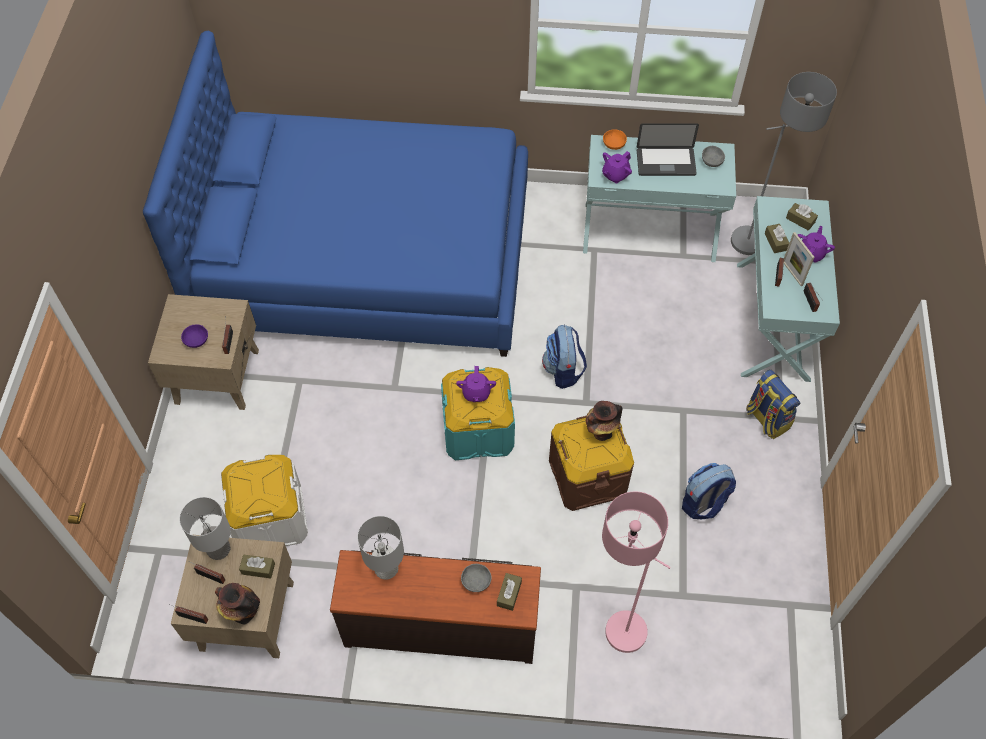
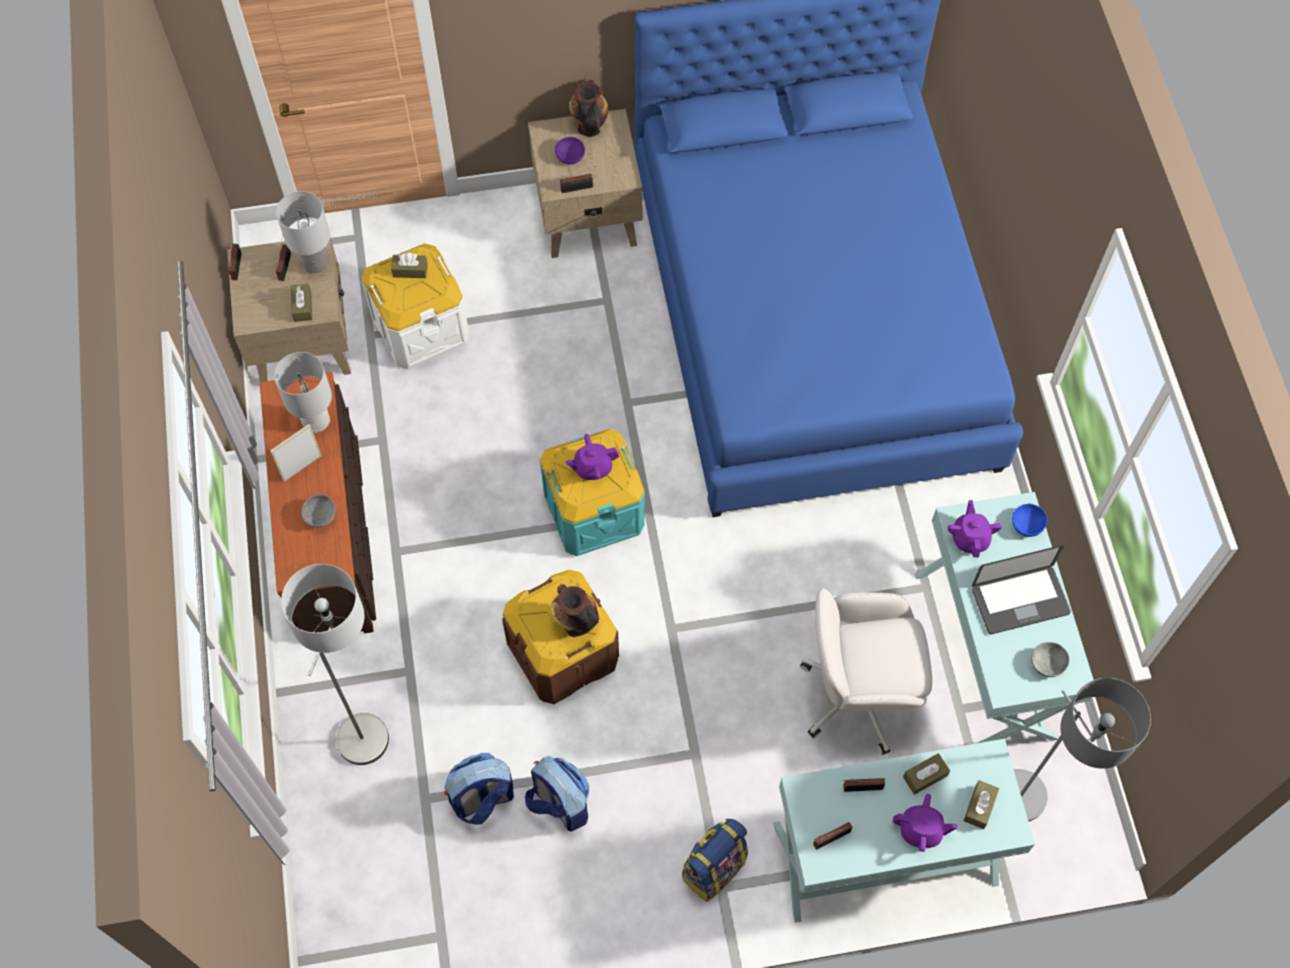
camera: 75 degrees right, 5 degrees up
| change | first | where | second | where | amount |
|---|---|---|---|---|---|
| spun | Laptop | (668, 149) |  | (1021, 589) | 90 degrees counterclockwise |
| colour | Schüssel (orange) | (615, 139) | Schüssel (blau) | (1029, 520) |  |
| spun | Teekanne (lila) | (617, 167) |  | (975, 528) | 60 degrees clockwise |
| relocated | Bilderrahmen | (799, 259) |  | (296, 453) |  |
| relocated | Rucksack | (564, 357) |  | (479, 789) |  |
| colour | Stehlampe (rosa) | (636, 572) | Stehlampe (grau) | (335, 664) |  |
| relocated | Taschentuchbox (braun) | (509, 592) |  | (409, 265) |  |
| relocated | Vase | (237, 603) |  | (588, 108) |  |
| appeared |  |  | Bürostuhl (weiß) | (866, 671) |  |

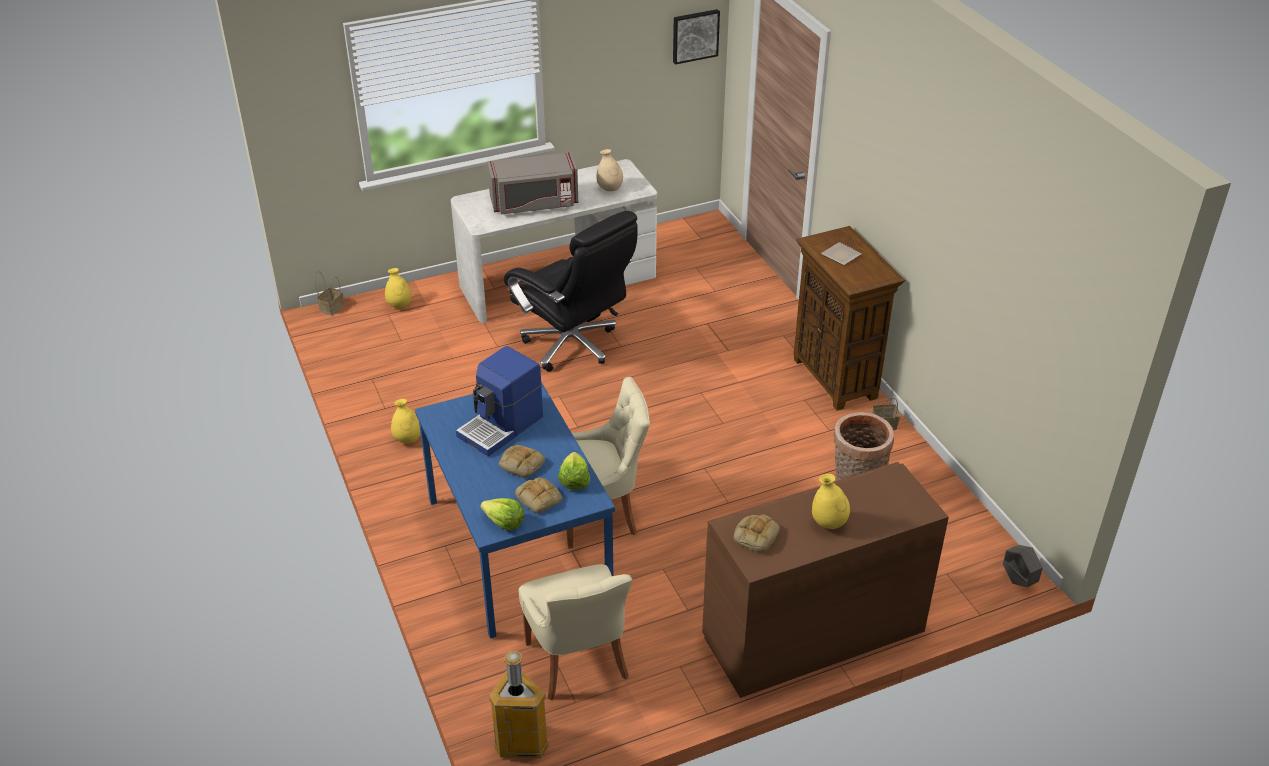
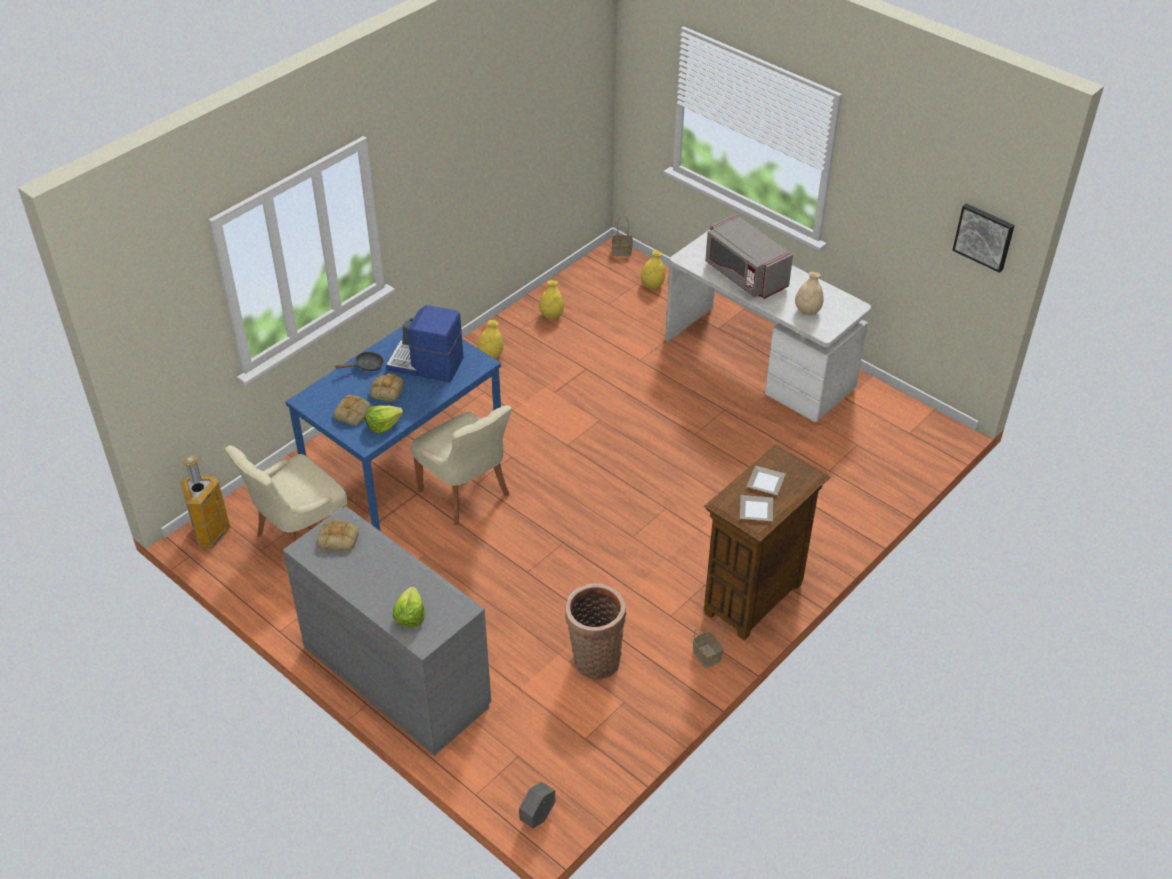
camera: 65 degrees right, 5 degrees up
| change | first | where | second | where | amount |
|---|---|---|---|---|---|
| missing | Bürostuhl (schwarz) | (571, 291) |  |  |  |
| colour | Schrank (braun) | (825, 580) | Schrank (grau) | (387, 631) |  |
| relocated | Vase (gelb) | (831, 501) |  | (551, 299) |  |
| relocated | Salatkopf | (502, 514) |  | (408, 606) |  |
| appeared |  |  | Pfanne (schwarz) | (359, 361) |  |
| appeared |  |  | Teller | (756, 508) |  |

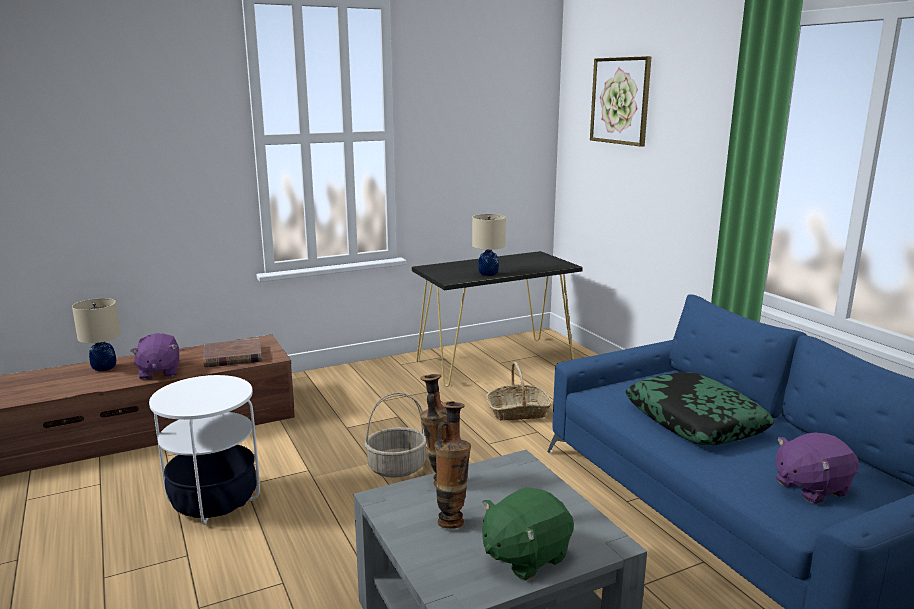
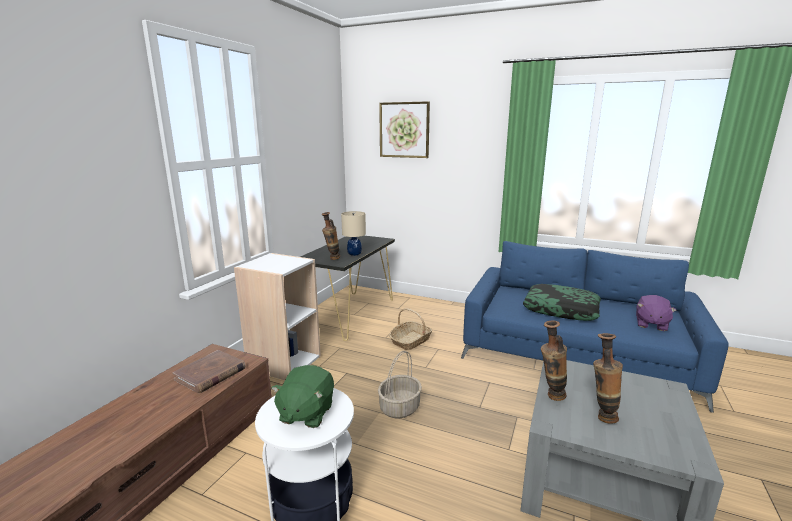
camera: 40 degrees left, 0 degrees up
| change | first | where | second | where | amount |
|---|---|---|---|---|---|
| missing | Tischlampe (beige) | (96, 334) |  |  |  |
| missing | Plüschtier (lila) | (154, 356) |  |  |  |
| relocated | Plüschtier (grün) | (528, 533) |  | (302, 396) |  |
| appeared |  |  | Vase | (331, 236) |  |
| appeared |  |  | Bücherregal | (277, 316) |  |

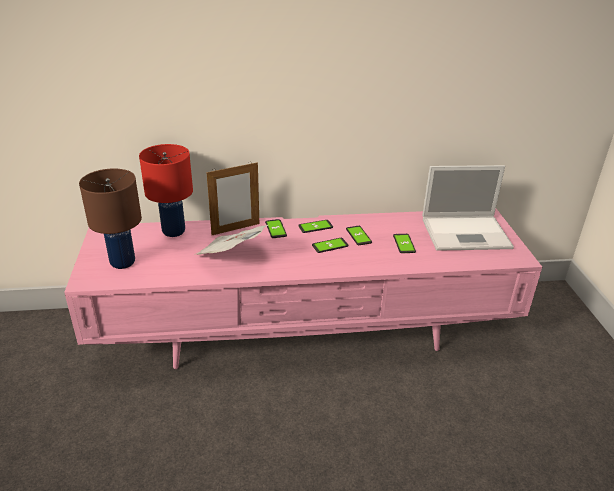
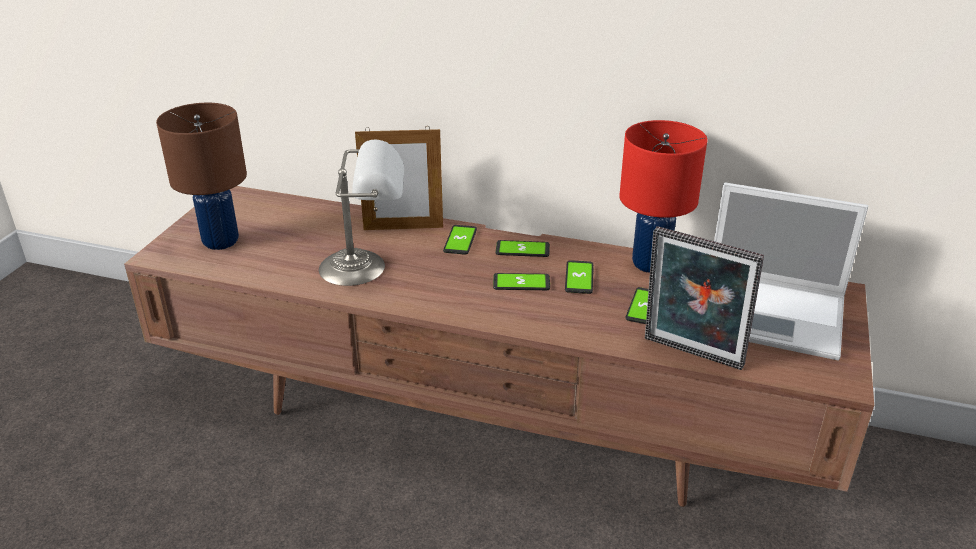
camera: 25 degrees right, 0 degrees up
| change | first | where | second | where | amount |
|---|---|---|---|---|---|
| relocated | Tischlampe (rot) | (166, 190) |  | (663, 196) |  |
| colour | Fernsehschrank (rosa) | (303, 289) | Fernsehschrank (braun) | (499, 346) |  |
| exchanged | Zeitung | (231, 240) | Tischlampe (weiß) | (361, 212) |  |
| appeared |  |  | Bilderrahmen | (704, 298) |  |

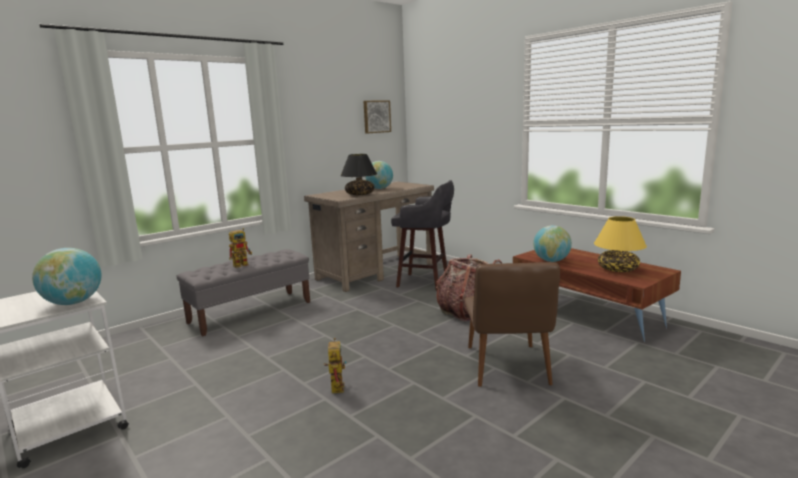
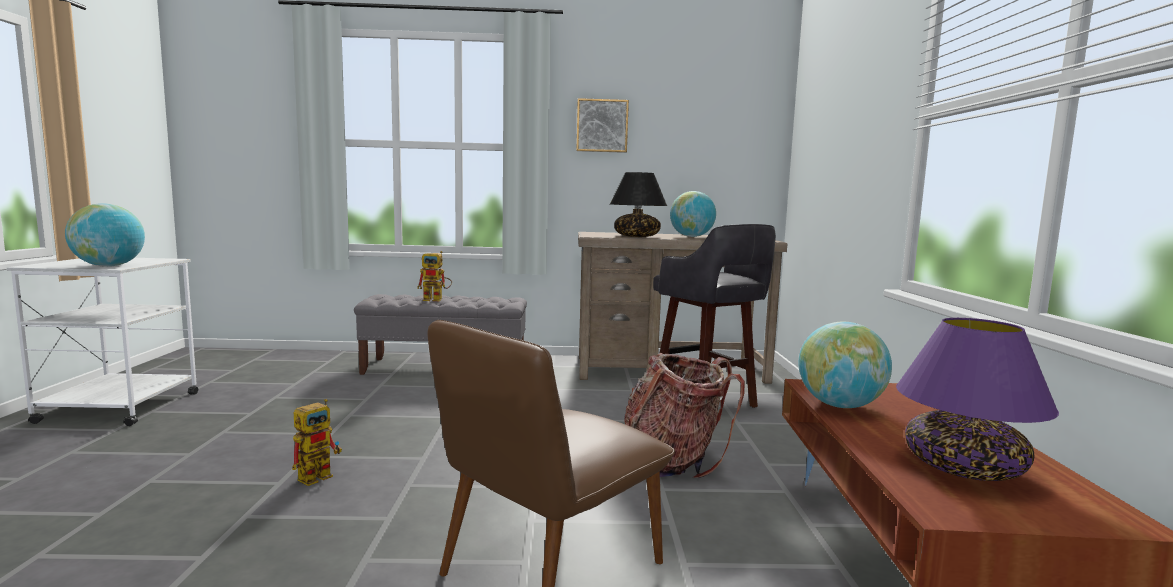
camera: 40 degrees right, 5 degrees down
| change | first | where | second | where | amount |
|---|---|---|---|---|---|
| relocated | Bild | (377, 117) |  | (602, 125) |  |
| colour | Tischlampe (gelb) | (620, 244) | Tischlampe (lila) | (977, 399) |  |

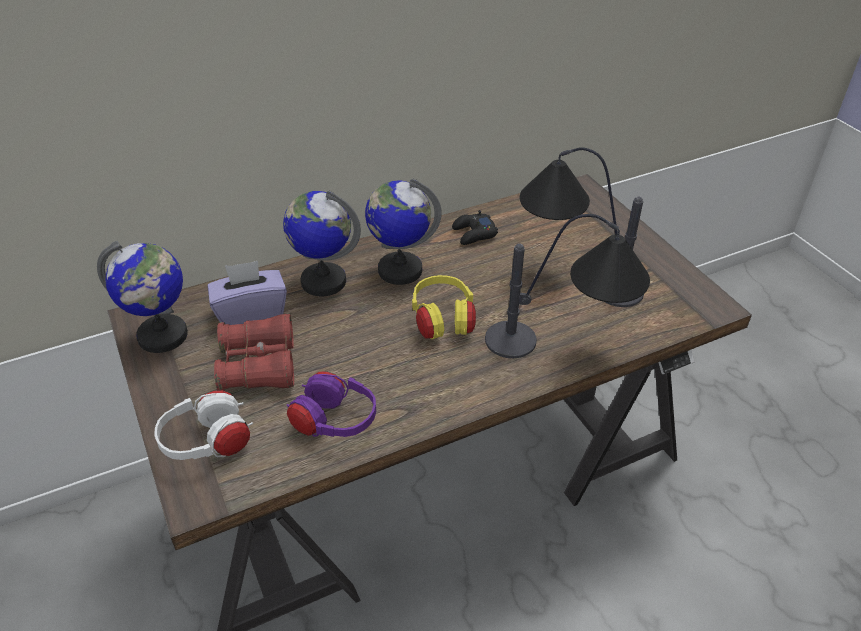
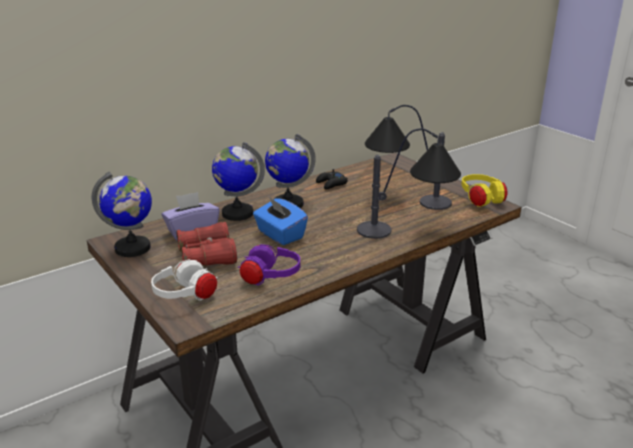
camera: 10 degrees left, 15 degrees down
| change | first | where | second | where | amount |
|---|---|---|---|---|---|
| relocated | Kopfhörer (gelb) | (444, 307) |  | (484, 190) |  |
| appeared |  |  | Taschentuchbox (blau) | (280, 221) |  |

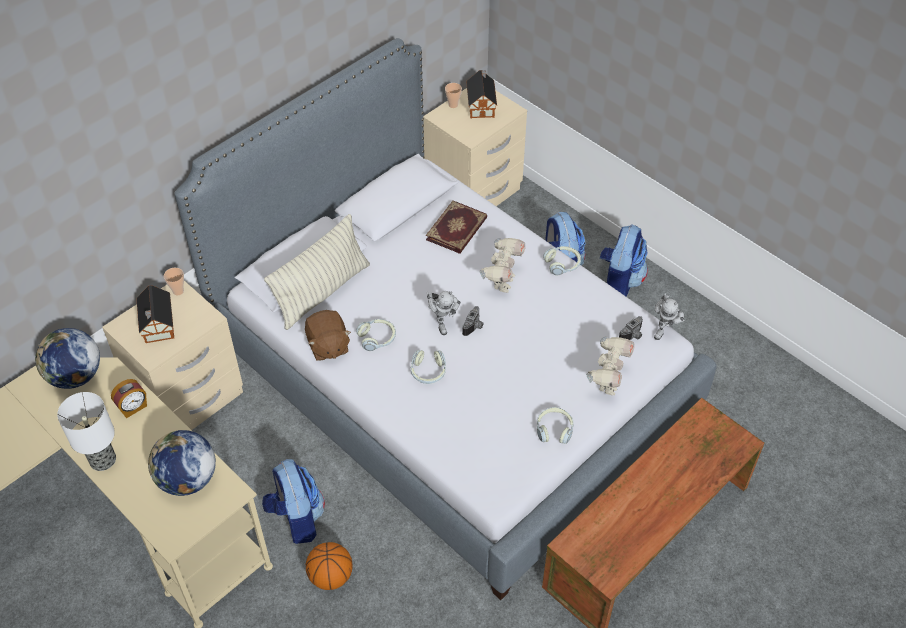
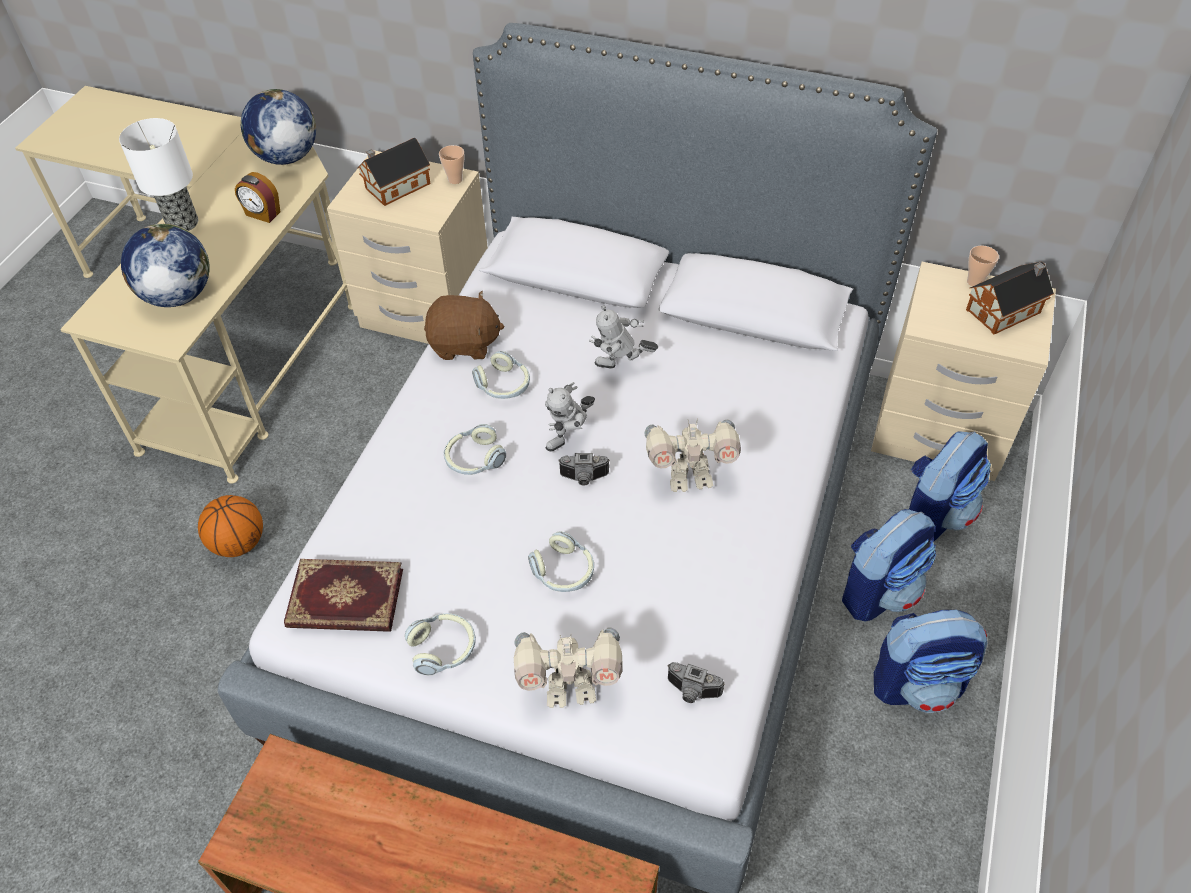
camera: 65 degrees right, 0 degrees up
| change | first | where | second | where | amount |
|---|---|---|---|---|---|
| relocated | Buch | (456, 227) |  | (343, 595) |  |
| missing | Kissen | (317, 272) |  |  |  |
| relocated | Kopfhörer | (562, 261) |  | (561, 561) |  |
| relocated | Spielzeugroboter | (669, 316) |  | (623, 336) |  |
| spun | Plüschtier (braun) | (328, 335) |  | (464, 325) | 135 degrees counterclockwise |
| relocated | Rucksack | (293, 501) |  | (950, 486) |  |

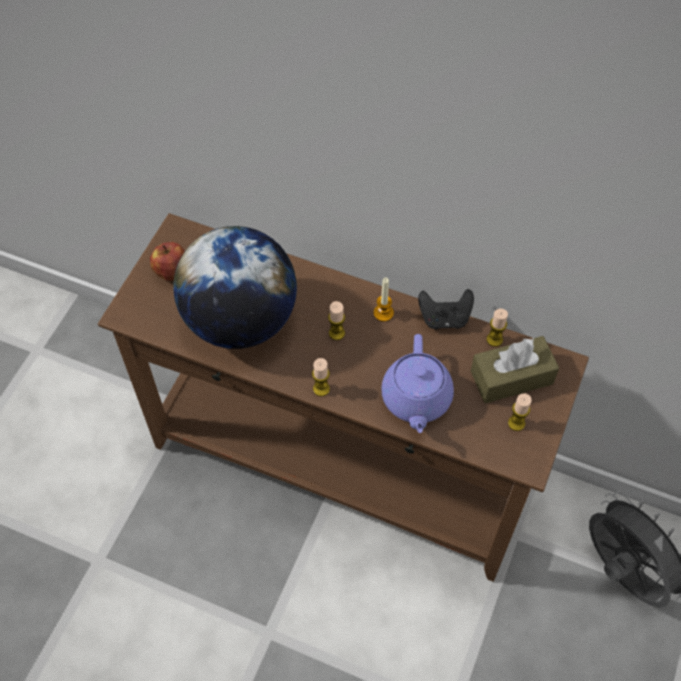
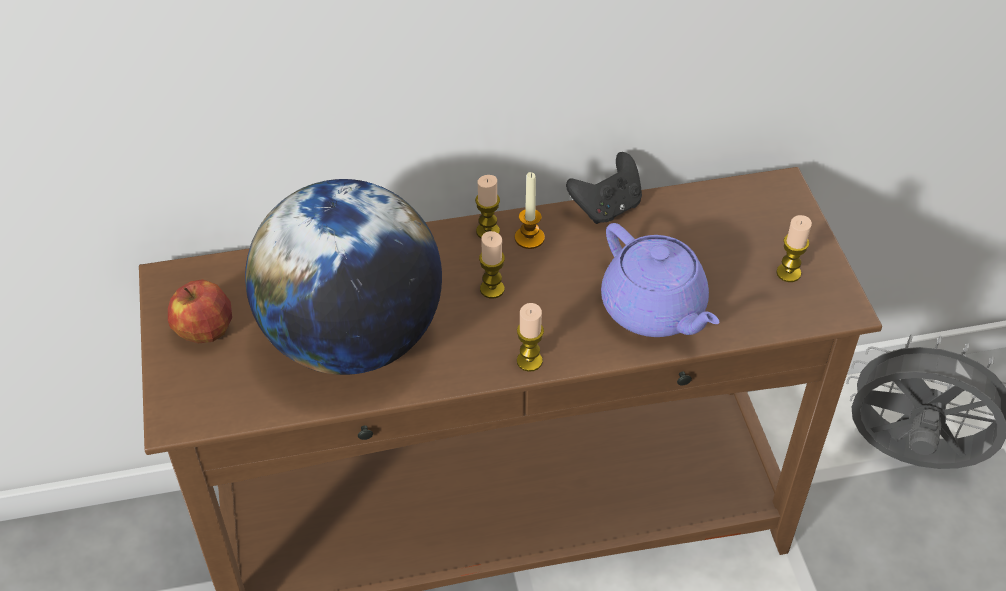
camera: 35 degrees left, 10 degrees down
| change | first | where | second | where | amount |
|---|---|---|---|---|---|
| relocated | Kerze | (497, 328) |  | (487, 207) |  |
| missing | Taschentuchbox (braun) | (515, 370) |  |  |  |

